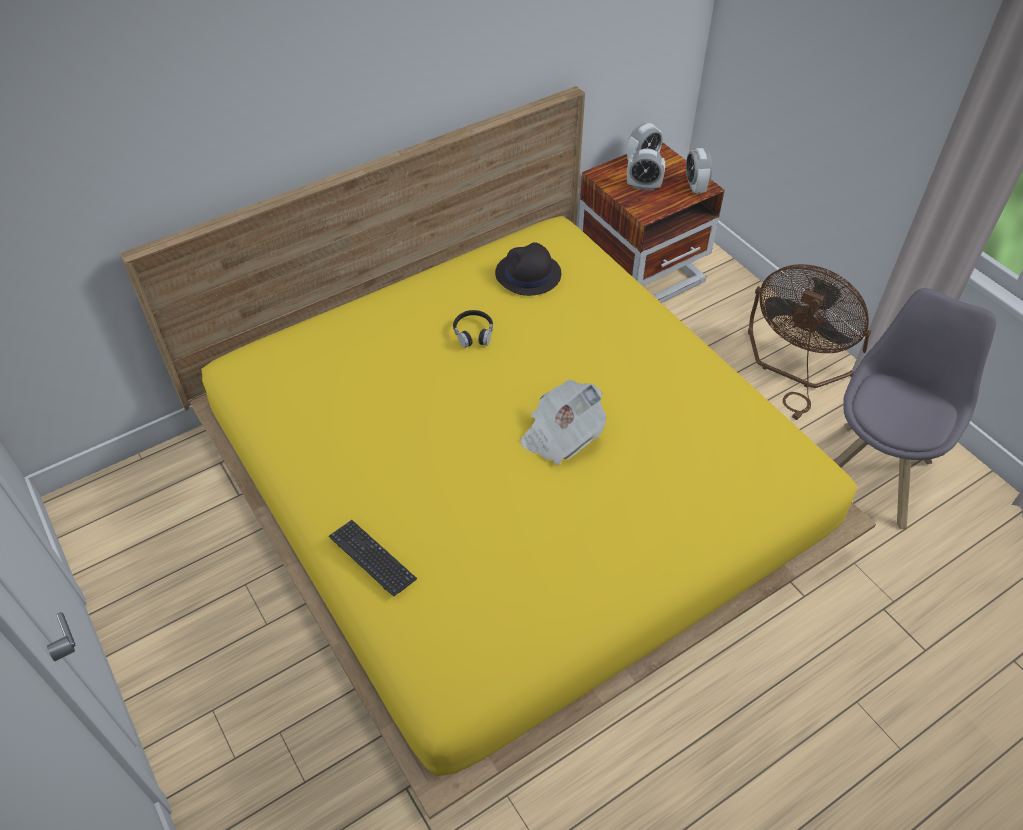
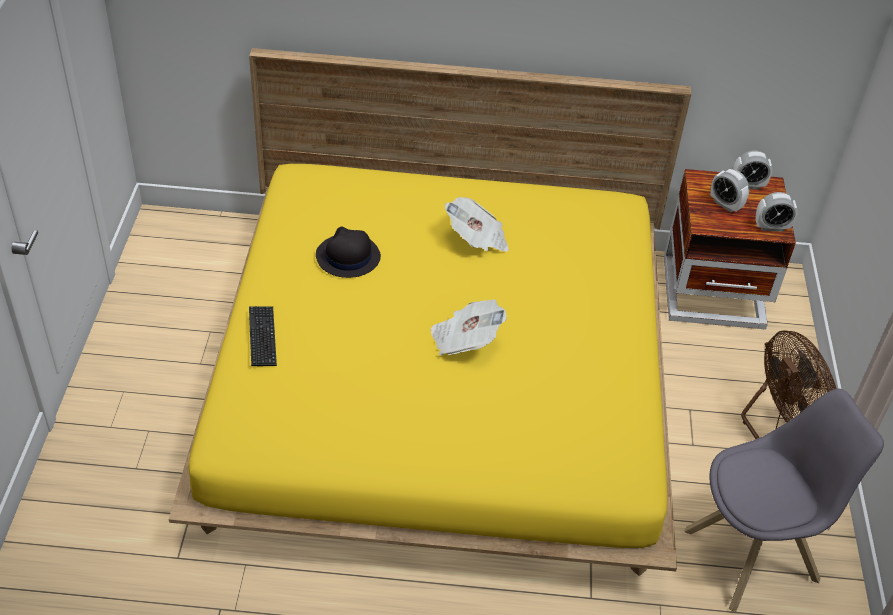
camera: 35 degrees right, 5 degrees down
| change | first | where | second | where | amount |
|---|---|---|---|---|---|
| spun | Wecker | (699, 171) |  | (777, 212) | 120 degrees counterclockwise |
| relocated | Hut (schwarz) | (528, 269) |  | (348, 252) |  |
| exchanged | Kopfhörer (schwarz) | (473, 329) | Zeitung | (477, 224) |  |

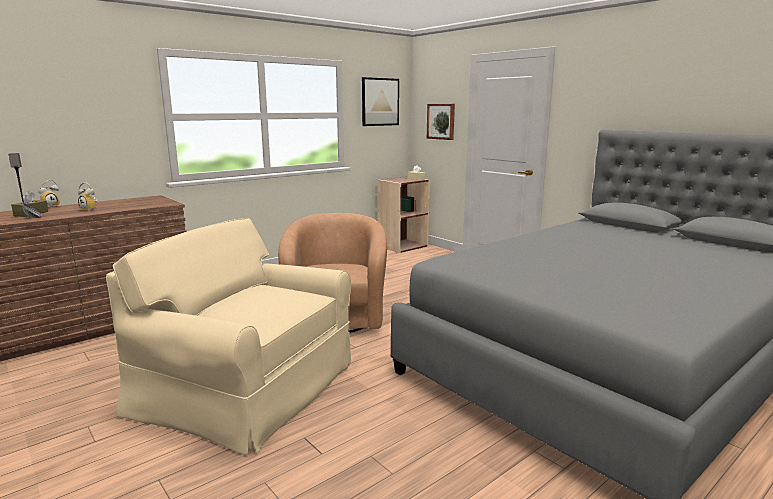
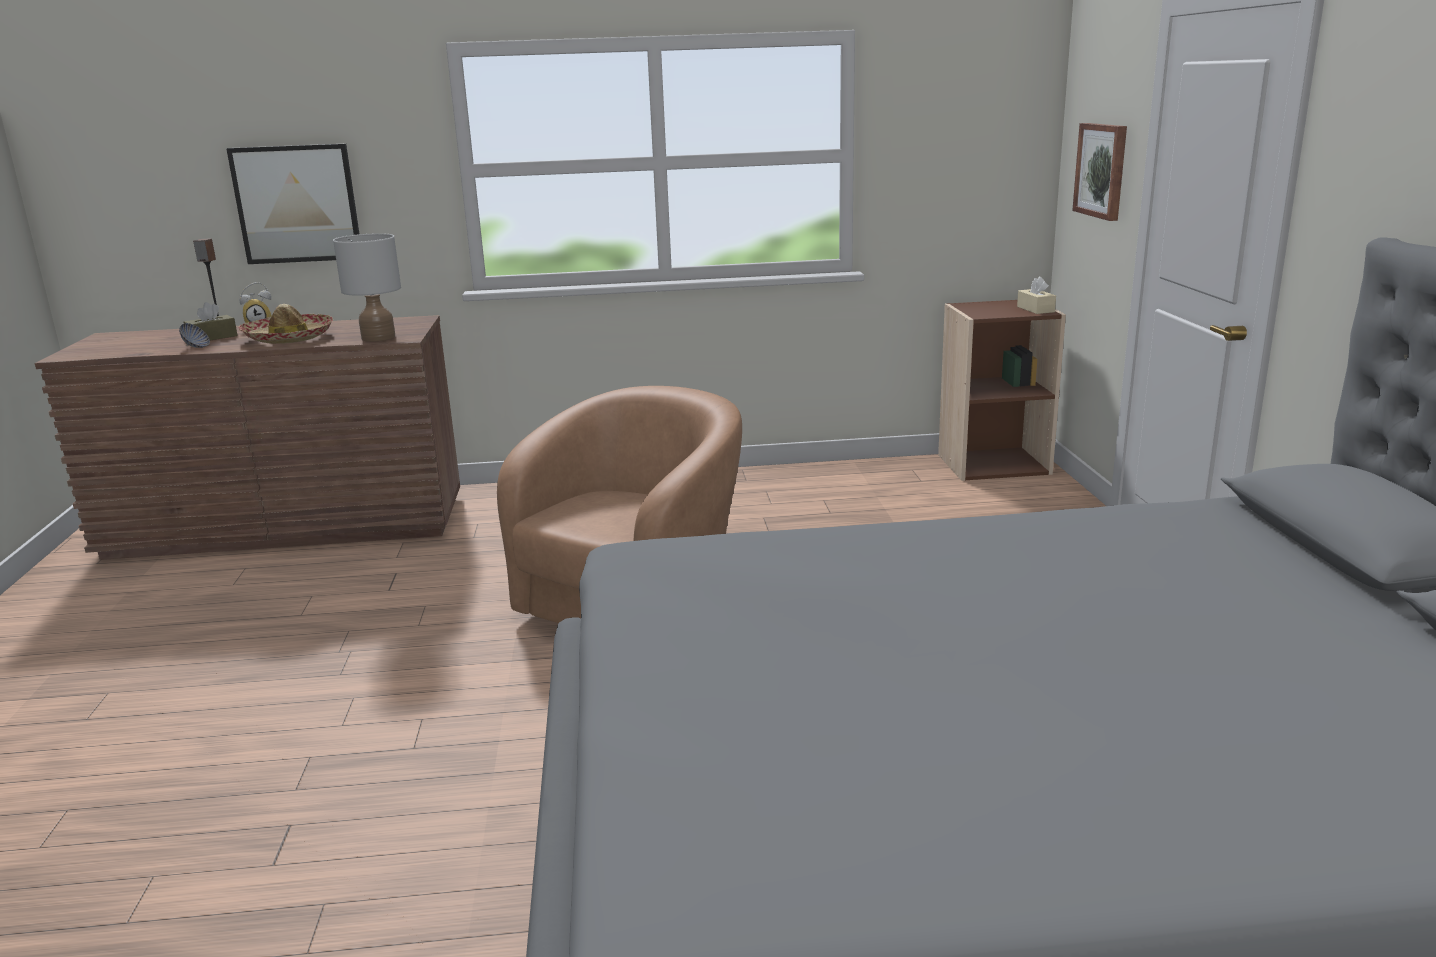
camera: 35 degrees right, 5 degrees up
| change | first | where | second | where | amount |
|---|---|---|---|---|---|
| relocated | Bild | (380, 101) |  | (292, 204) |  |
| exchanged | Wecker | (87, 196) | Hut | (285, 324) |  |
| missing | Sessel (beige) | (228, 336) |  |  |  |
| appeared |  |  | Tischlampe (grau) | (367, 287) |  |

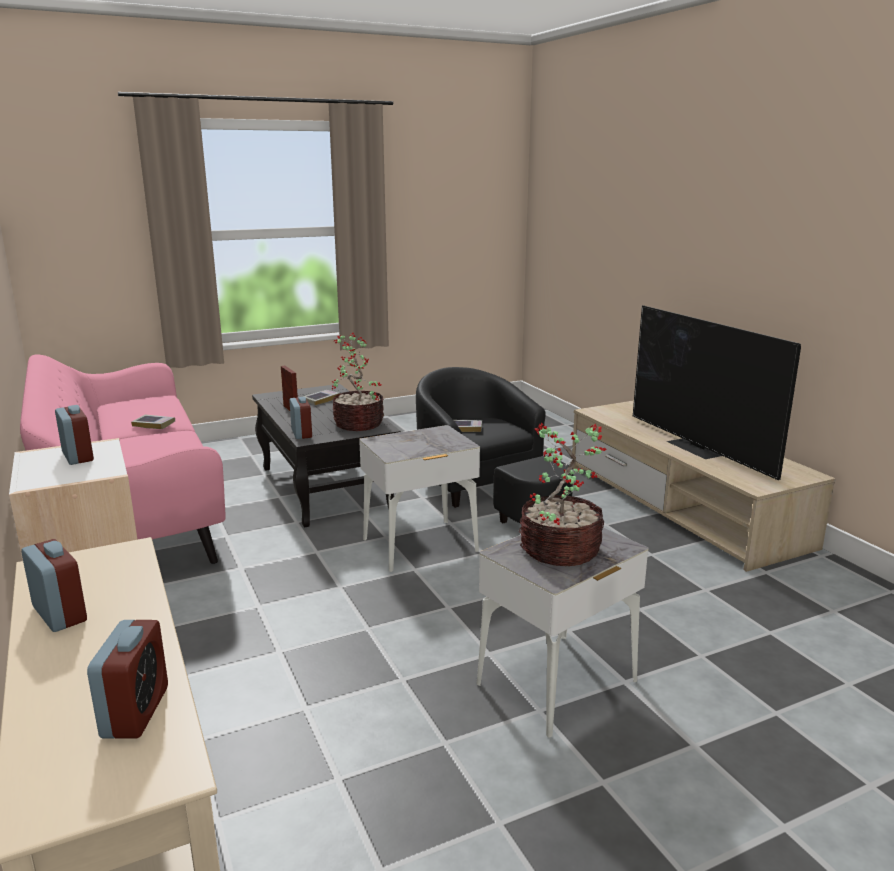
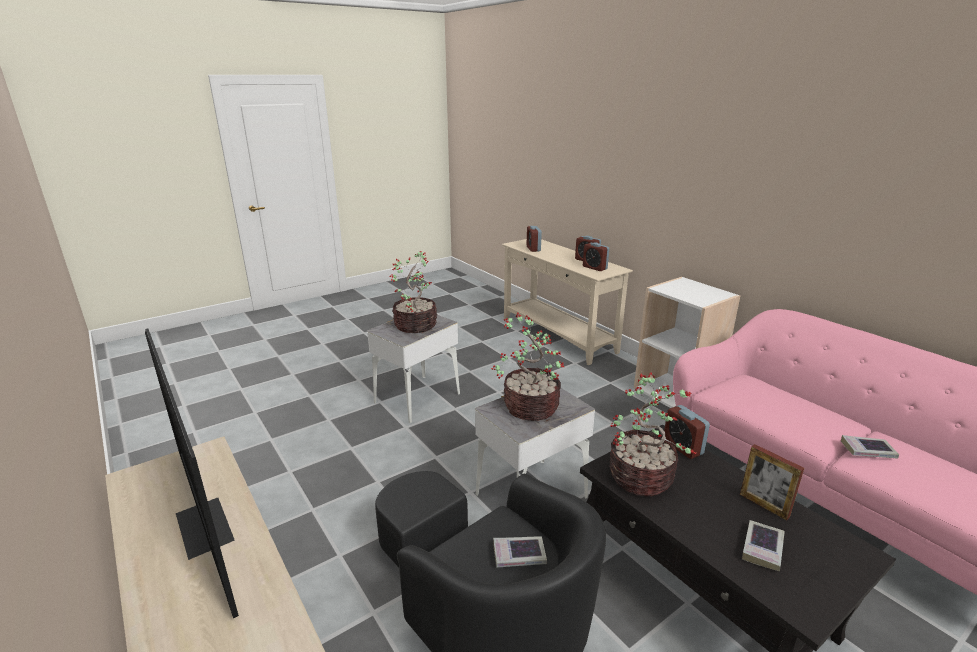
camera: 170 degrees right, 5 degrees up
| change | first | where | second | where | amount |
|---|---|---|---|---|---|
| relocated | Wecker | (74, 435) |  | (596, 257) |  |
| appeared |  |  | Topfpflanze | (527, 367) |  |

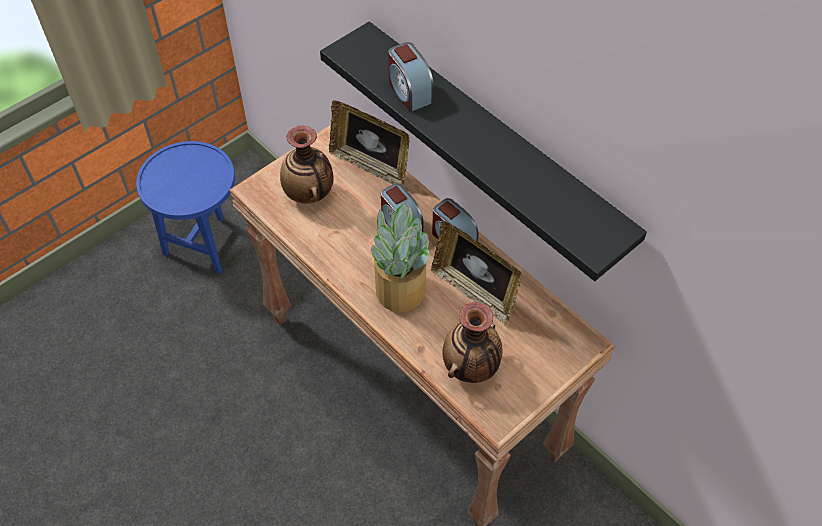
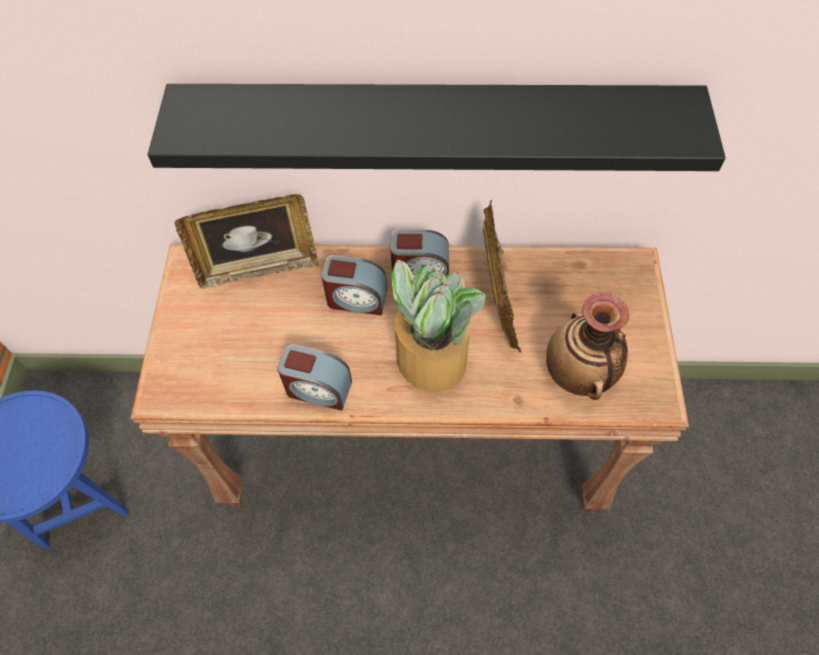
camera: 45 degrees left, 5 degrees up
| change | first | where | second | where | amount |
|---|---|---|---|---|---|
| relocated | Wecker | (411, 77) |  | (314, 377) |  |
| missing | Vase | (307, 164) |  |  |  |
| spun | Bilderrahmen | (476, 273) |  | (502, 276) | 90 degrees counterclockwise |

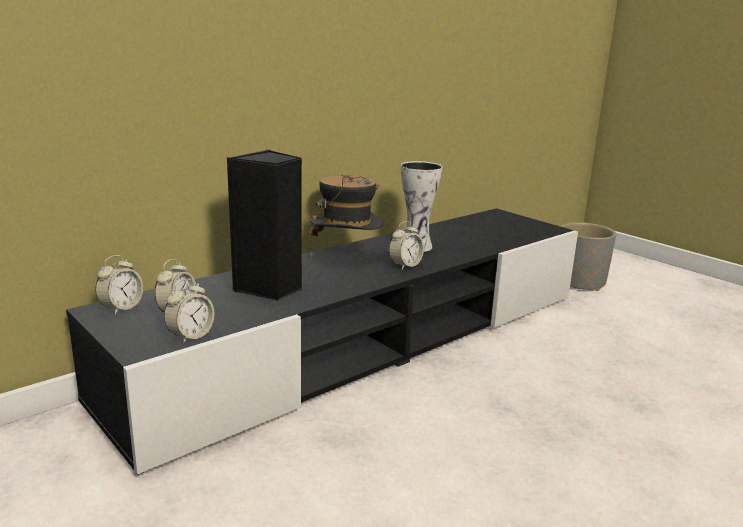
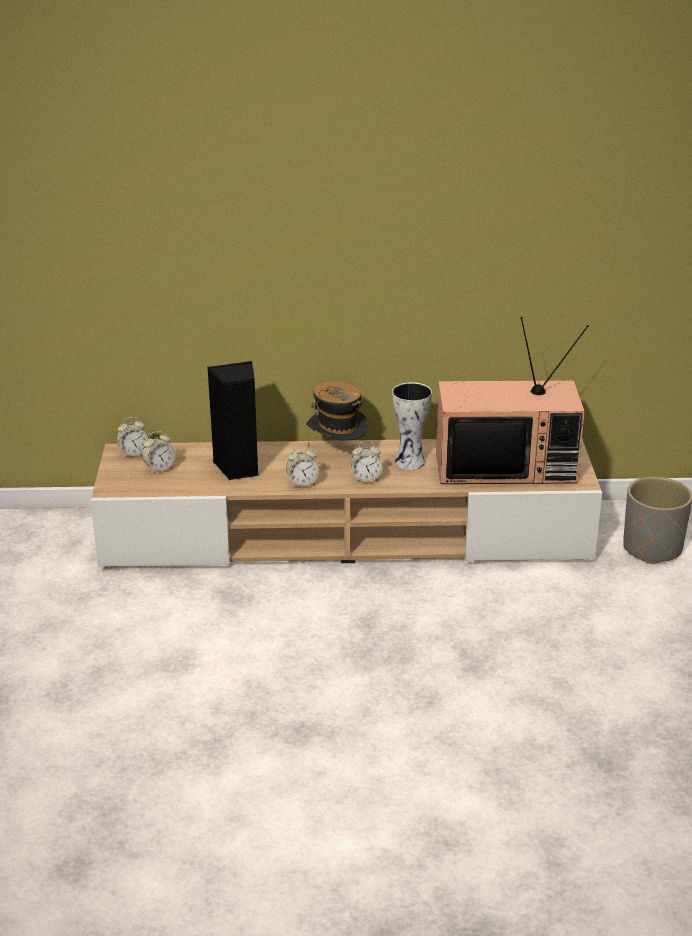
camera: 40 degrees right, 10 degrees up
| change | first | where | second | where | amount |
|---|---|---|---|---|---|
| colour | Fernsehschrank (schwarz) | (322, 341) | Fernsehschrank (beige) | (346, 503) |  |
| relocated | Wecker | (189, 311) |  | (302, 467) |  |
| appeared |  |  | Fernseher | (512, 400) |  |

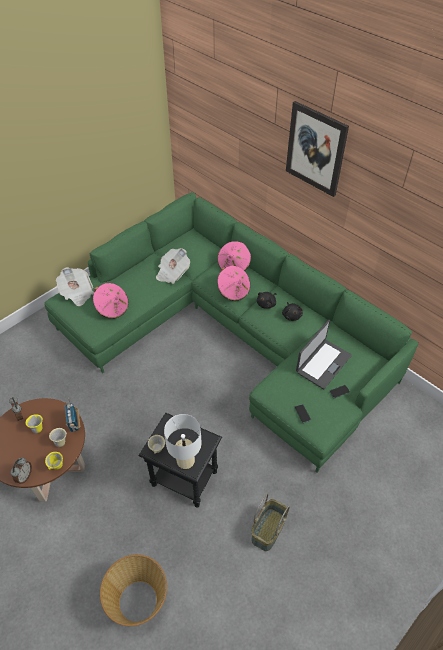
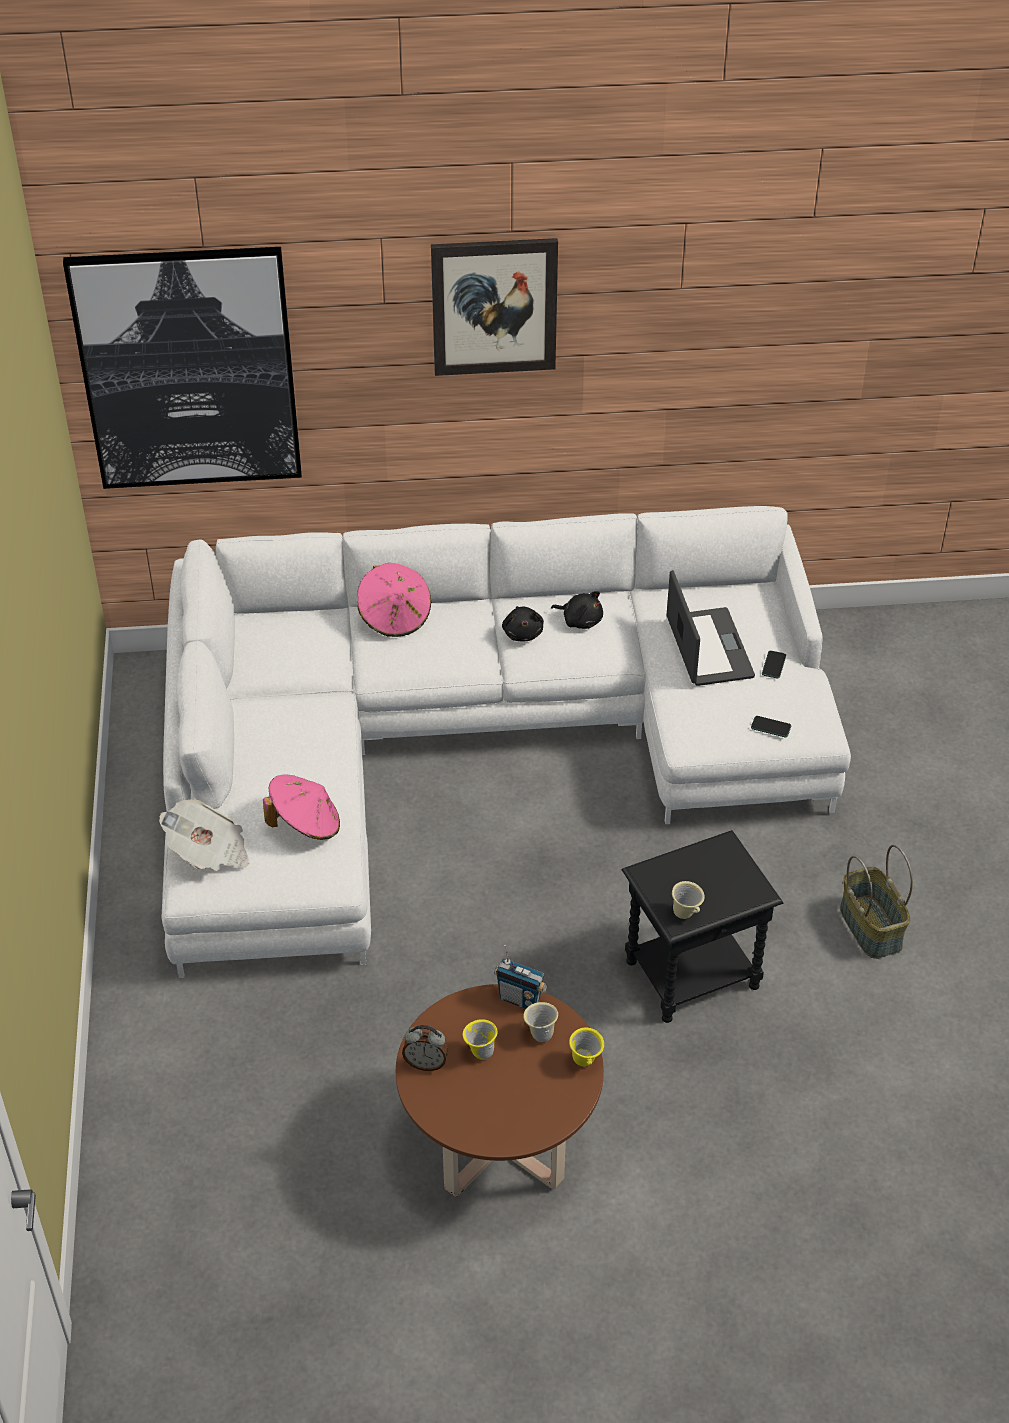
camera: 50 degrees left, 5 degrees down
| change | first | where | second | where | amount |
|---|---|---|---|---|---|
| colour | Sofa (grün) | (231, 332) | Sofa (weiß) | (506, 742) |  |
| missing | Zeitung | (173, 266) |  |  |  |
| missing | Hut (rosa) | (233, 283) |  |  |  |
| missing | Tischlampe (weiß) | (182, 442) |  |  |  |
| missing | Wecker | (21, 471) |  |  |  |
| missing | Korb | (133, 590) |  |  |  |
| appeared |  |  | Bild | (182, 368) |  |

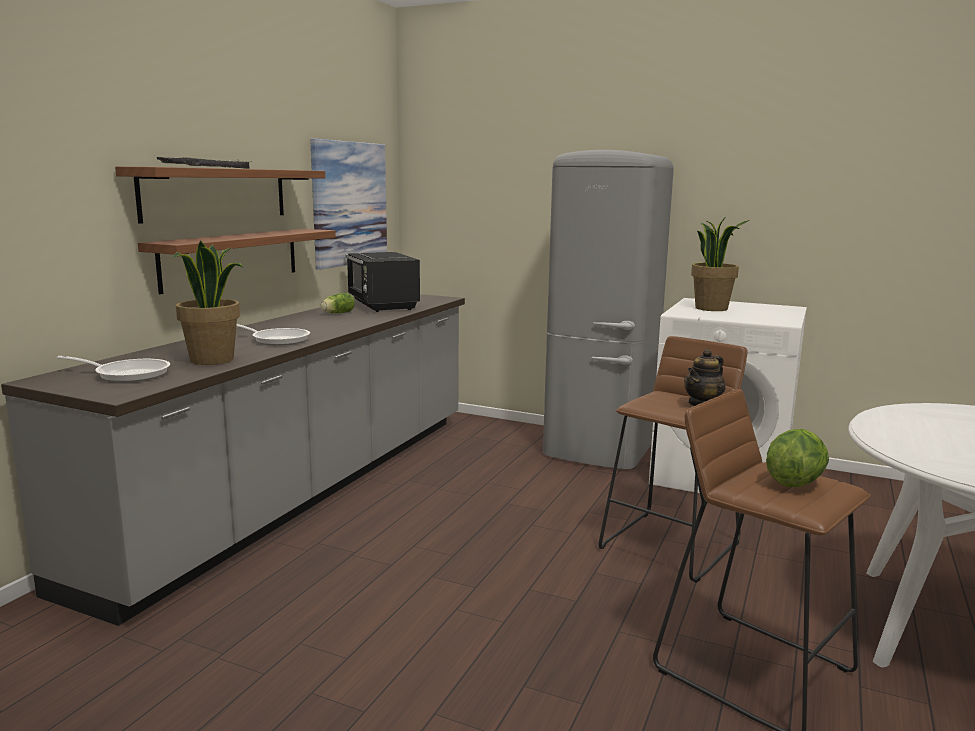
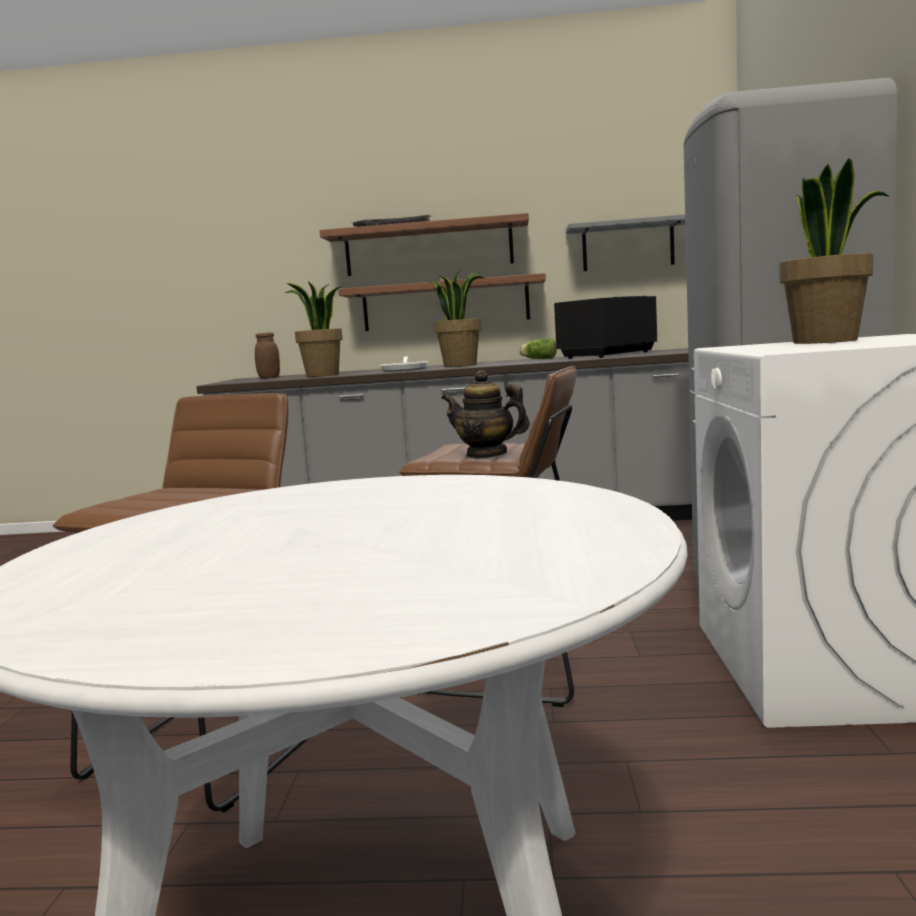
camera: 70 degrees right, 5 degrees down
| change | first | where | second | where | amount |
|---|---|---|---|---|---|
| exchanged | Bild | (348, 204) | Wandregal (grau) | (625, 242) |  |
| exchanged | Pfanne | (113, 369) | Vorratsglas (braun) | (267, 355) |  |
| missing | Salatkopf | (797, 458) |  |  |  |
| appeared |  |  | Topfpflanze | (456, 318) |  |

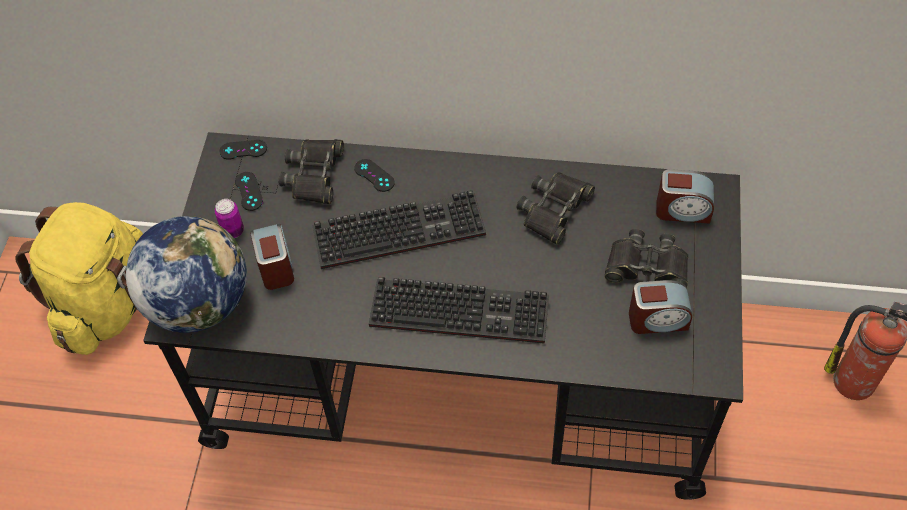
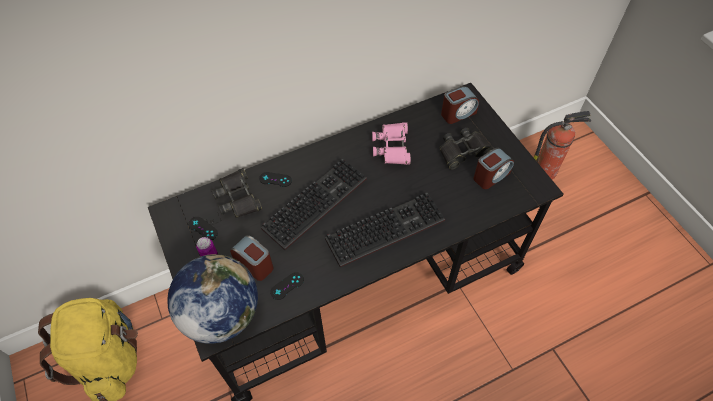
camera: 35 degrees left, 0 degrees up
| change | first | where | second | where | amount |
|---|---|---|---|---|---|
| relocated | Gamepad (schwarz) | (243, 150) |  | (287, 286) |  |
| colour | Fernglas (schwarz) | (555, 208) | Fernglas (rosa) | (391, 143) |  |

